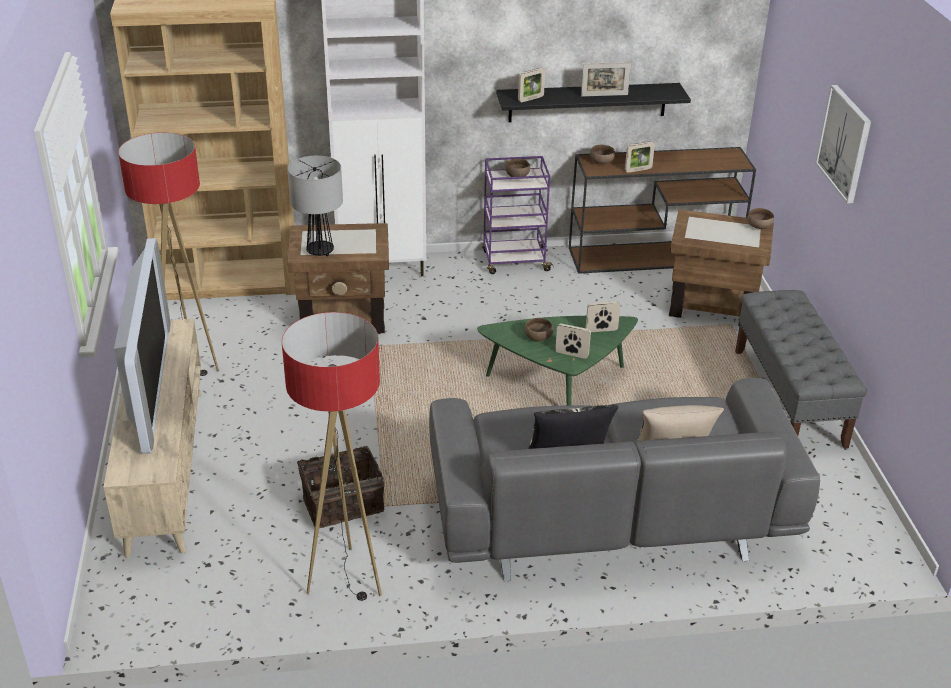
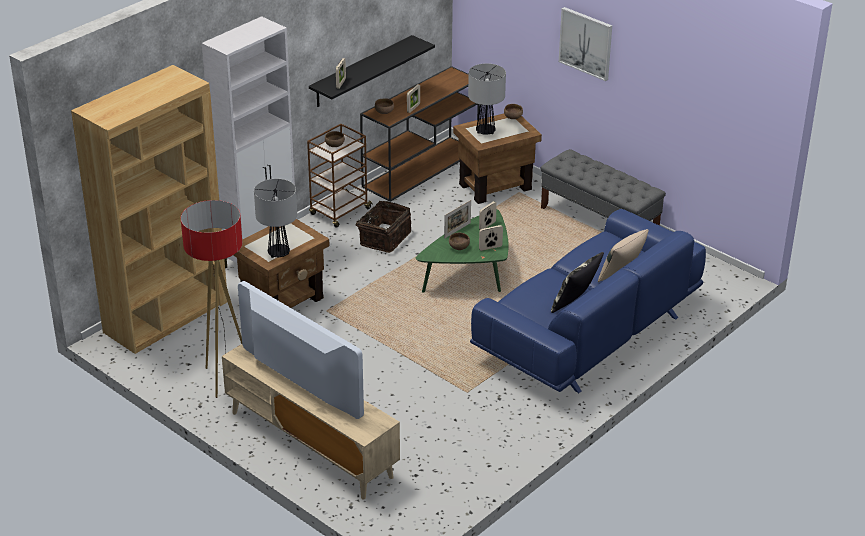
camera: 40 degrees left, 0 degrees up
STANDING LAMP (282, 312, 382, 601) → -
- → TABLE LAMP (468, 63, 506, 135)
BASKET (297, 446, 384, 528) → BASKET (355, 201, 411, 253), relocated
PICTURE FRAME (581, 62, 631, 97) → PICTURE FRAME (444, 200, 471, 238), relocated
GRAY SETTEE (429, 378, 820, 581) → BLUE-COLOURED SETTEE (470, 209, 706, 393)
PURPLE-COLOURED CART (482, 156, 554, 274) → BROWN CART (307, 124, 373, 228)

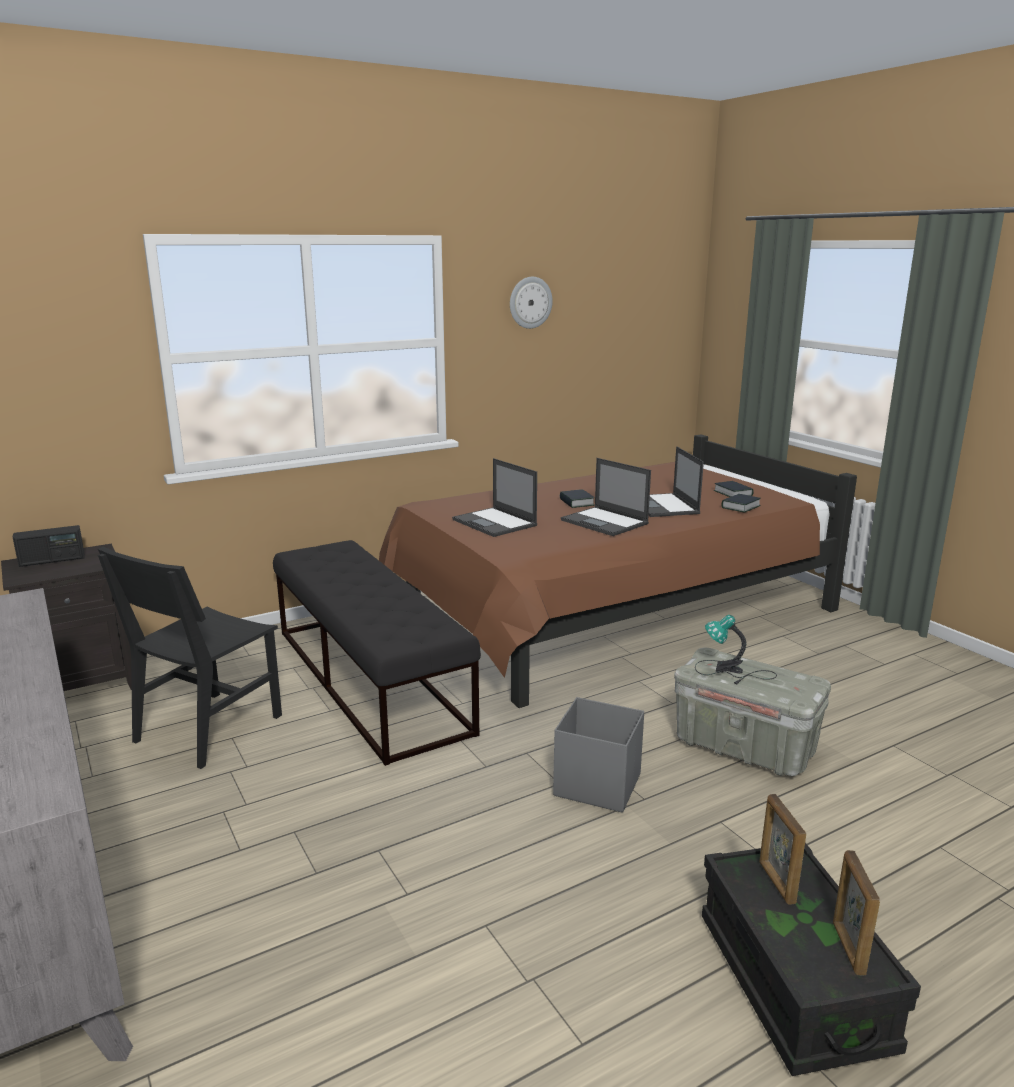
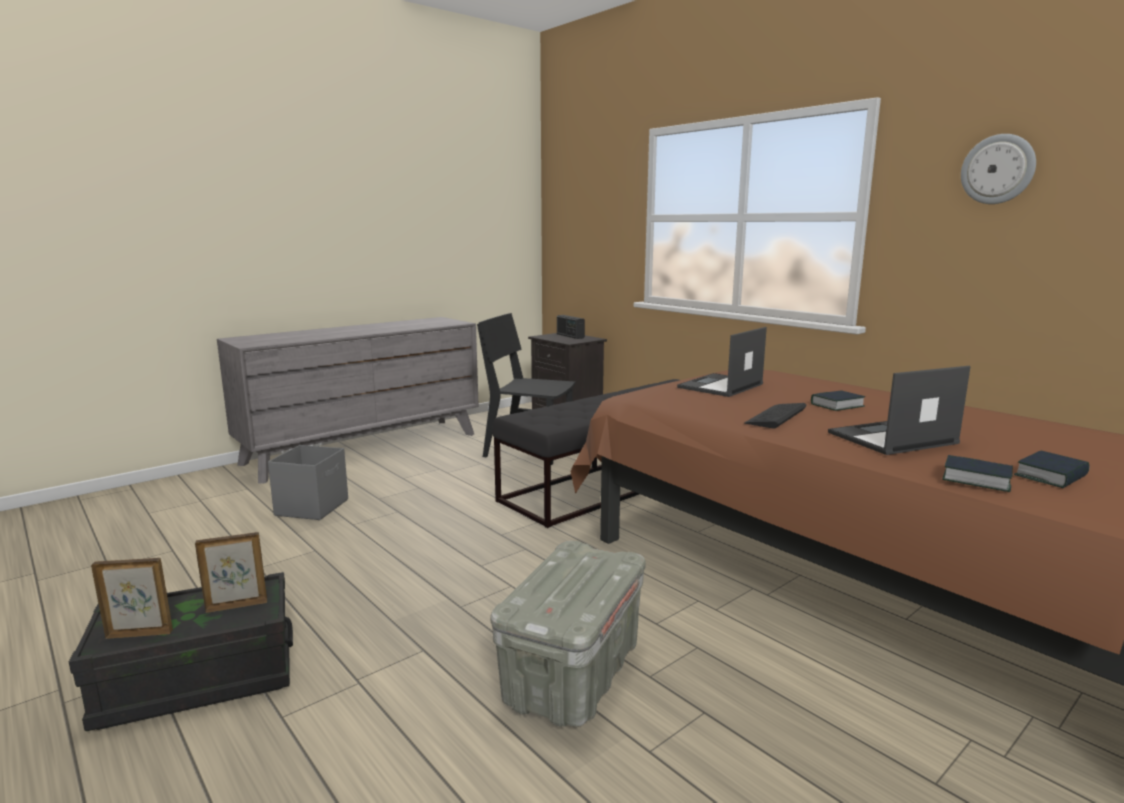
camera: 80 degrees right, 5 degrees down
TABLE LAMP (695, 615, 777, 685) → -
GRAY STORAGE BIN (553, 697, 644, 813) → GRAY STORAGE BIN (268, 445, 348, 520), relocated
NOTEBOOK COMPUTER (561, 458, 651, 536) → PC KEYBOARD (744, 403, 807, 429)

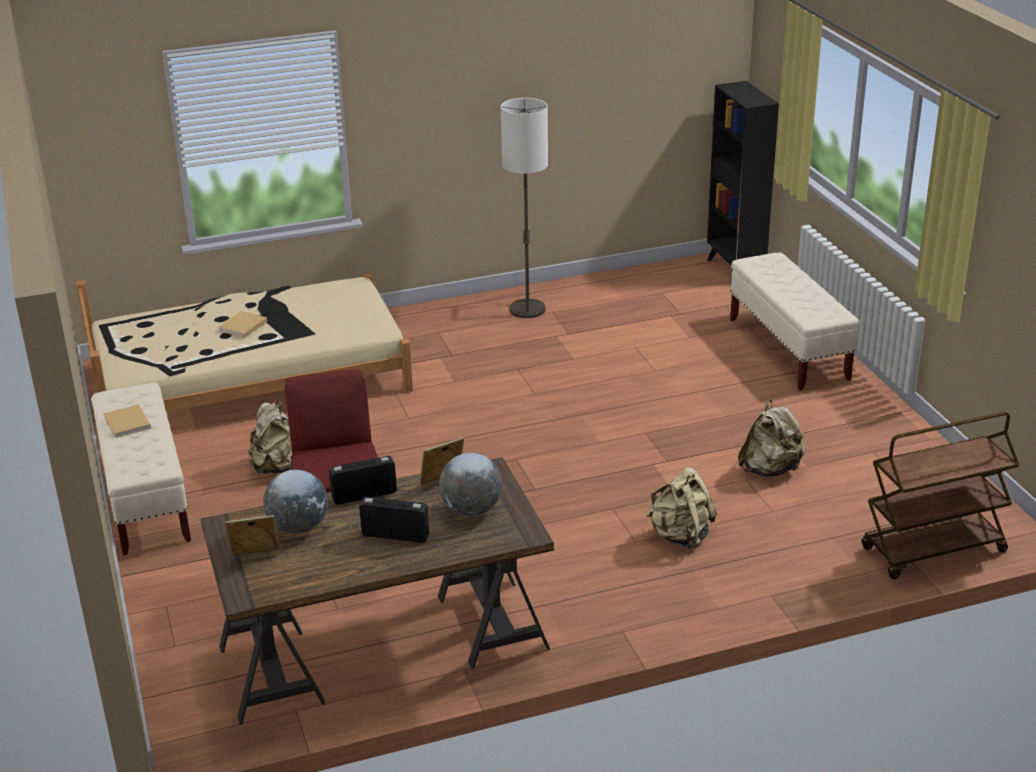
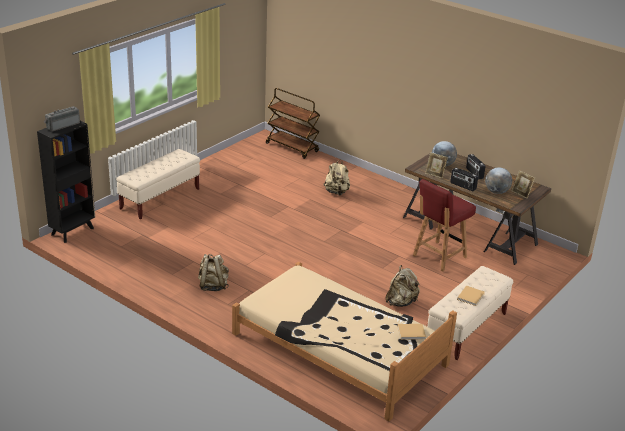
camera: 125 degrees left, 0 degrees up
STANDING LAMP (501, 98, 548, 318) → -
- → RADIO SET (44, 106, 80, 132)
SAND-COLOURED BOOK (218, 311, 267, 338) → SAND-COLOURED BOOK (397, 324, 426, 340), relocated
SAND-COLOURED BACKPACK (738, 399, 806, 477) → SAND-COLOURED BACKPACK (198, 254, 229, 291), relocated

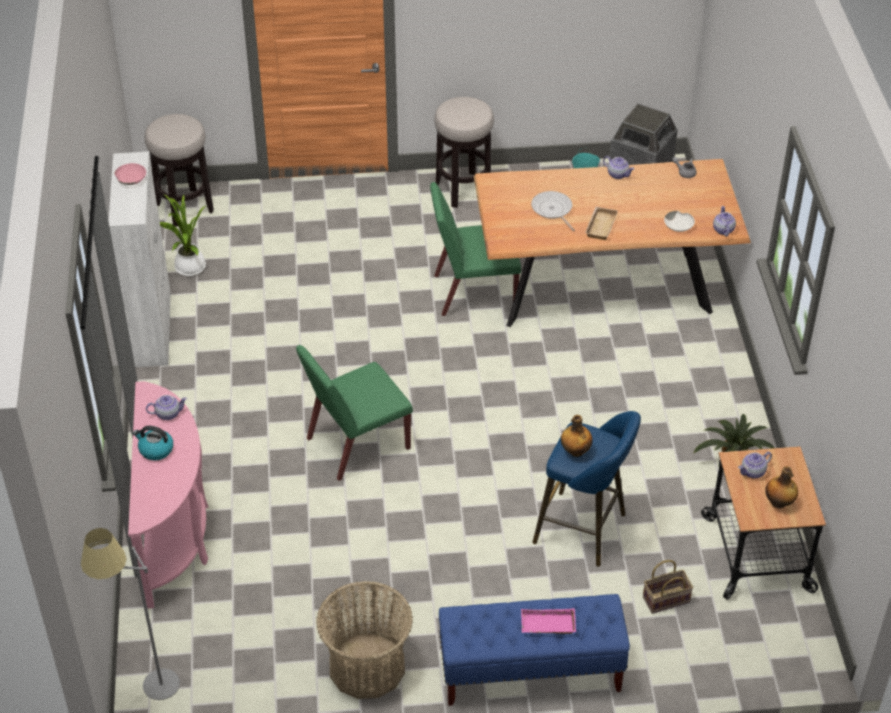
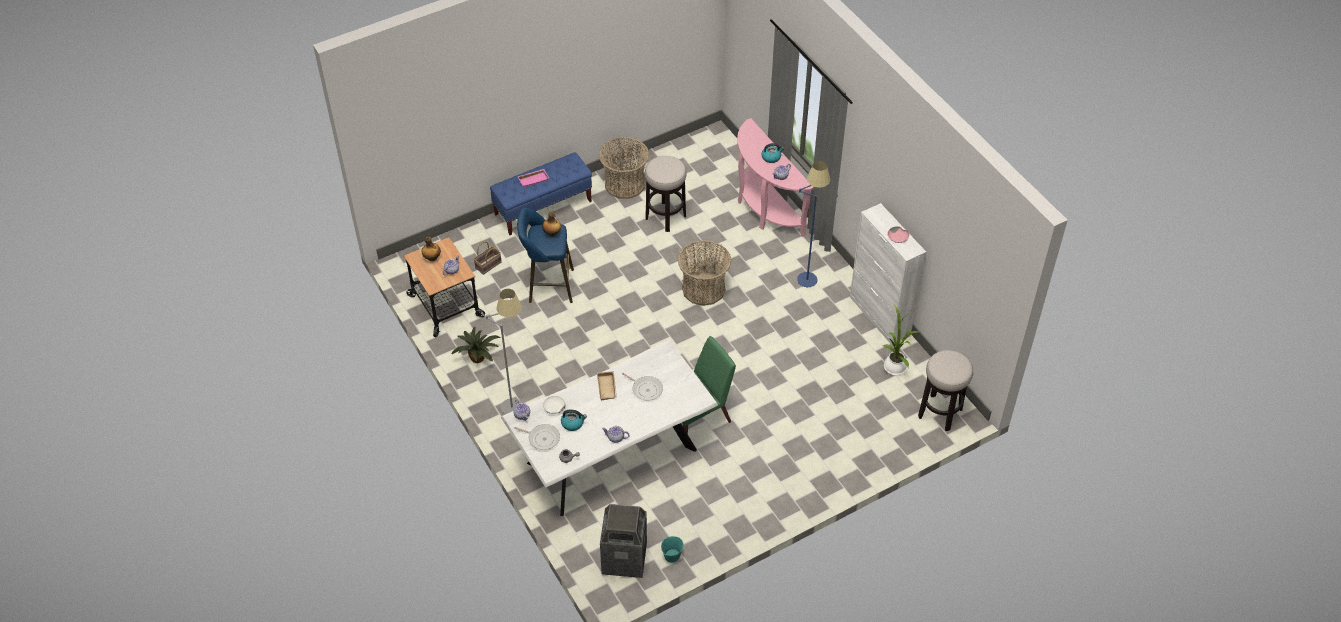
camera: 155 degrees right, 5 degrees up
- → FRYING PAN (514, 424, 560, 450)
- → WATER KETTLE (561, 409, 587, 431)
- → BLUE-COLOURED STANDING LAMP (797, 161, 831, 287)
GRAY STANDING LAMP (81, 528, 180, 700) → GRAY STANDING LAMP (486, 289, 522, 414), relocated
STOOL (434, 97, 494, 208) → STOOL (645, 156, 687, 232), relocated
GREENISH CHAIR (296, 345, 413, 481) → BASKET (678, 240, 731, 306)
BROWN KITCHEN TABLE (474, 159, 751, 327) → WHITISH KITCHEN TABLE (501, 340, 718, 516)

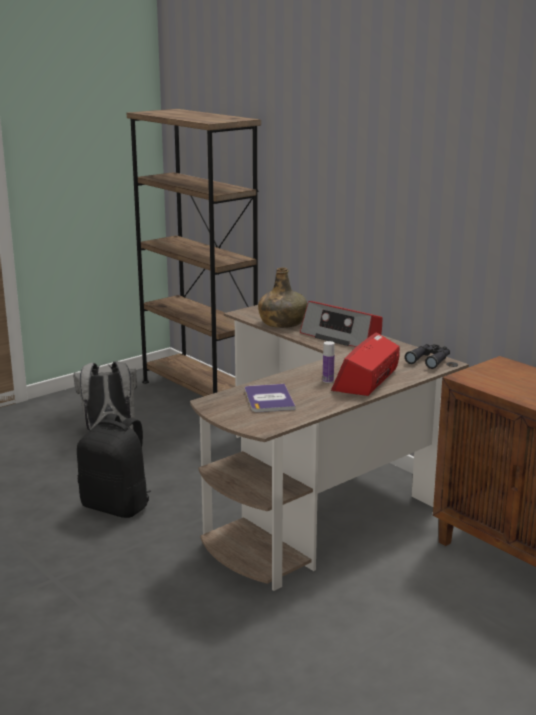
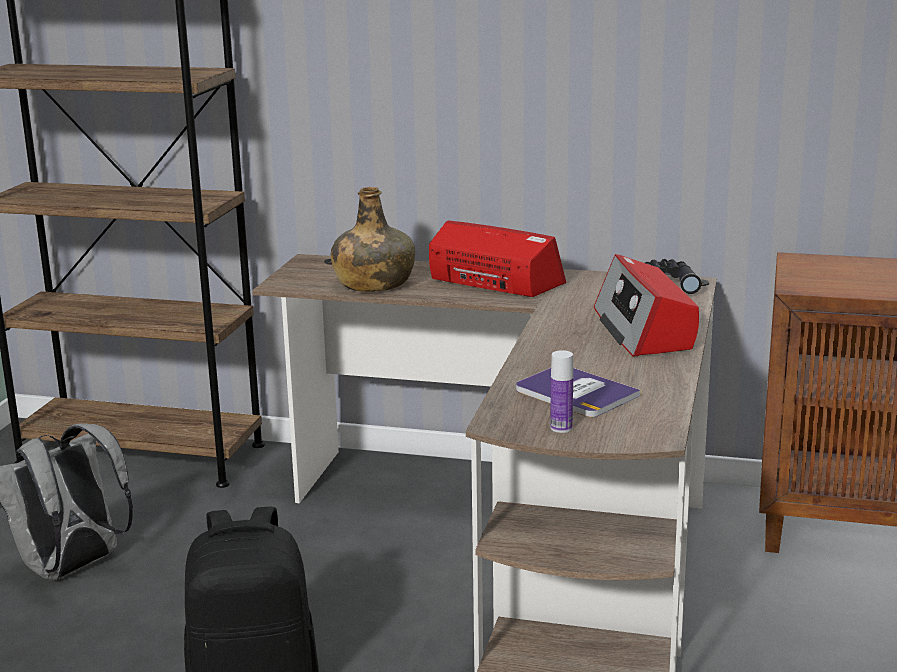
camera: 35 degrees left, 0 degrees up
BOTTLE (323, 341, 334, 383) → BOTTLE (550, 350, 573, 433), relocated
RADIO SET (300, 301, 382, 347) → RADIO SET (429, 221, 566, 297), 150 degrees counterclockwise

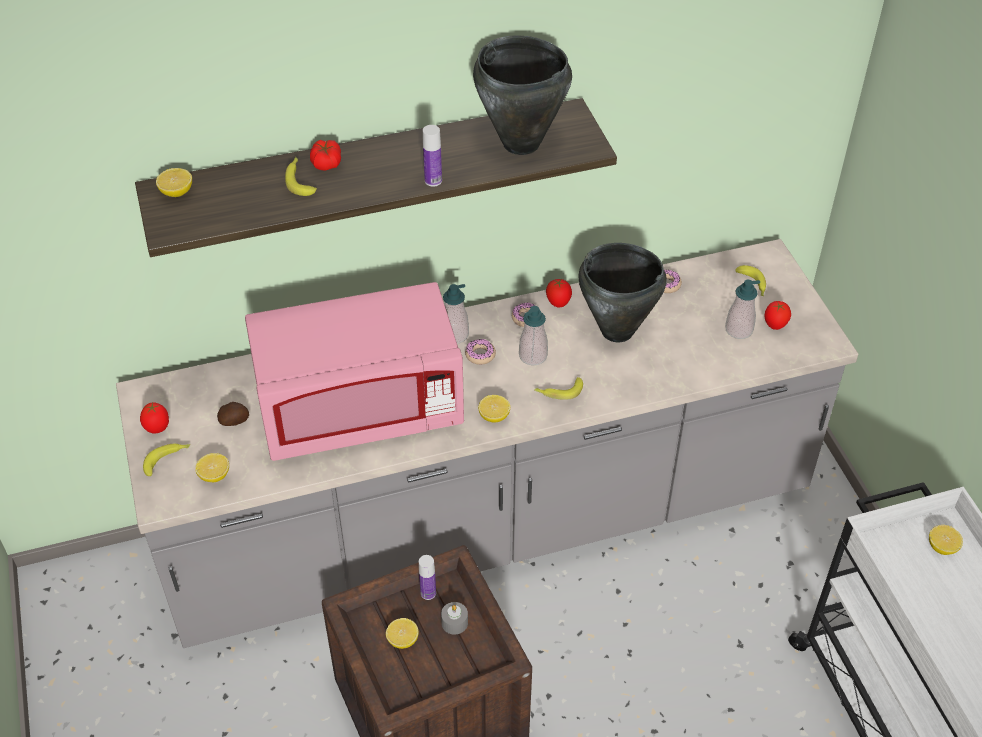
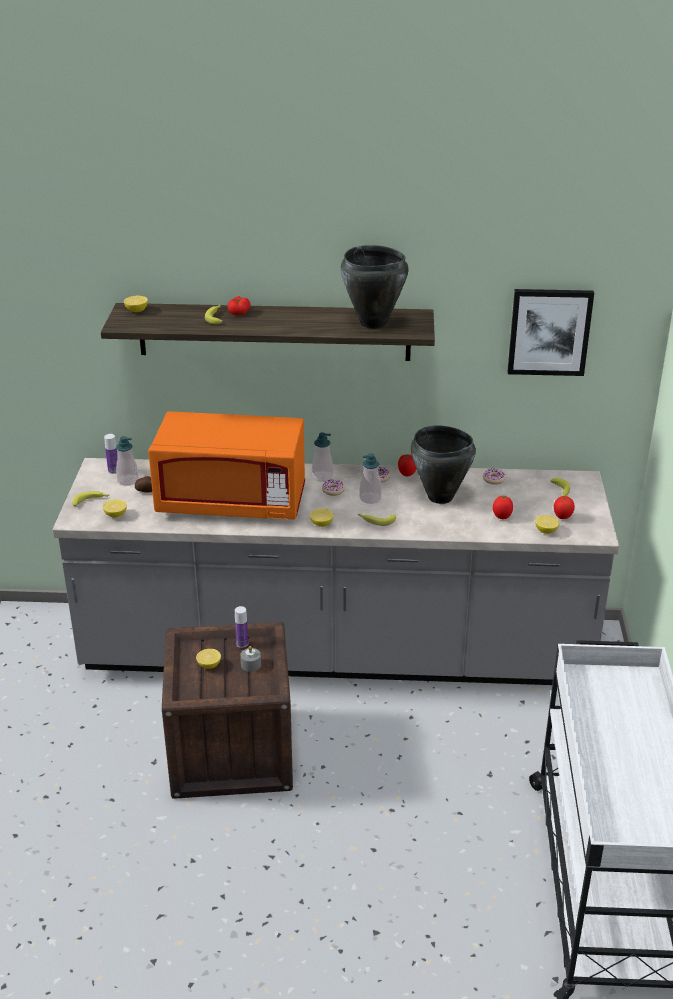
camera: 20 degrees right, 15 degrees down
- → WALL ART (507, 289, 594, 376)
TOMATO (140, 403, 169, 434) → TOMATO (493, 495, 513, 519), relocated
BOTTLE (423, 125, 442, 187) → BOTTLE (104, 434, 118, 474), relocated
SOAP DISPENSER (725, 280, 760, 339) → SOAP DISPENSER (116, 436, 139, 486), relocated
LEMON (929, 525, 963, 555) → LEMON (535, 515, 560, 534), relocated
PINKISH MICROWAVE (245, 282, 464, 461) → ORANGE MICROWAVE (148, 411, 305, 520)

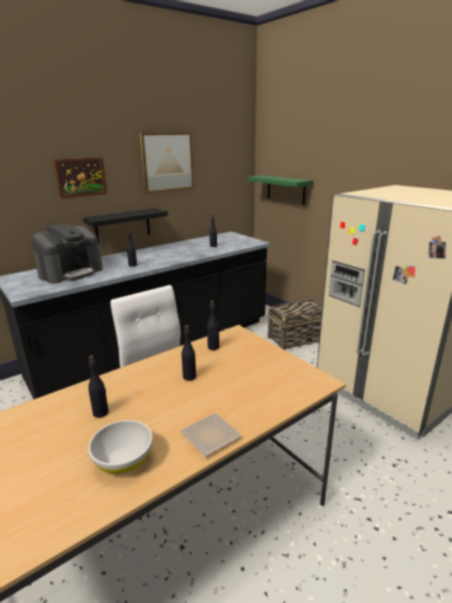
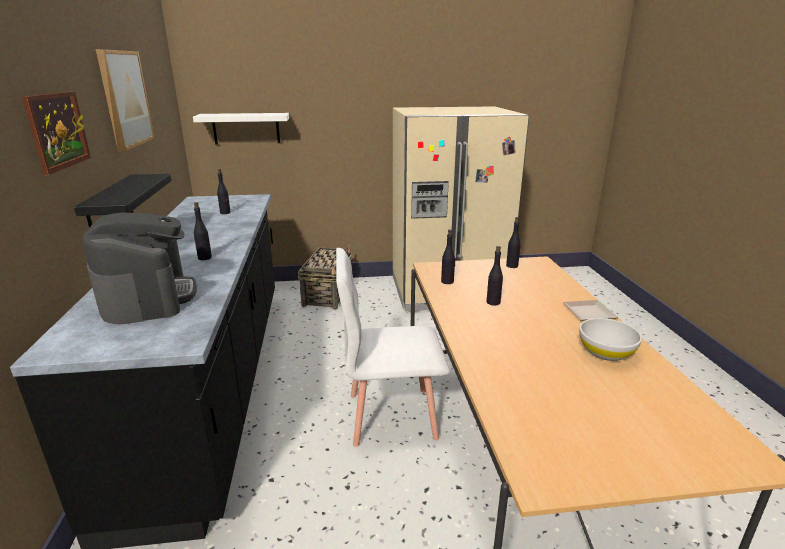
camera: 60 degrees left, 0 degrees up
BLACK BOTTLE (88, 355, 109, 418) → BLACK BOTTLE (506, 217, 521, 268), relocated
GREENISH WALL SHELF (247, 175, 313, 205) → WHITISH WALL SHELF (193, 113, 289, 145)

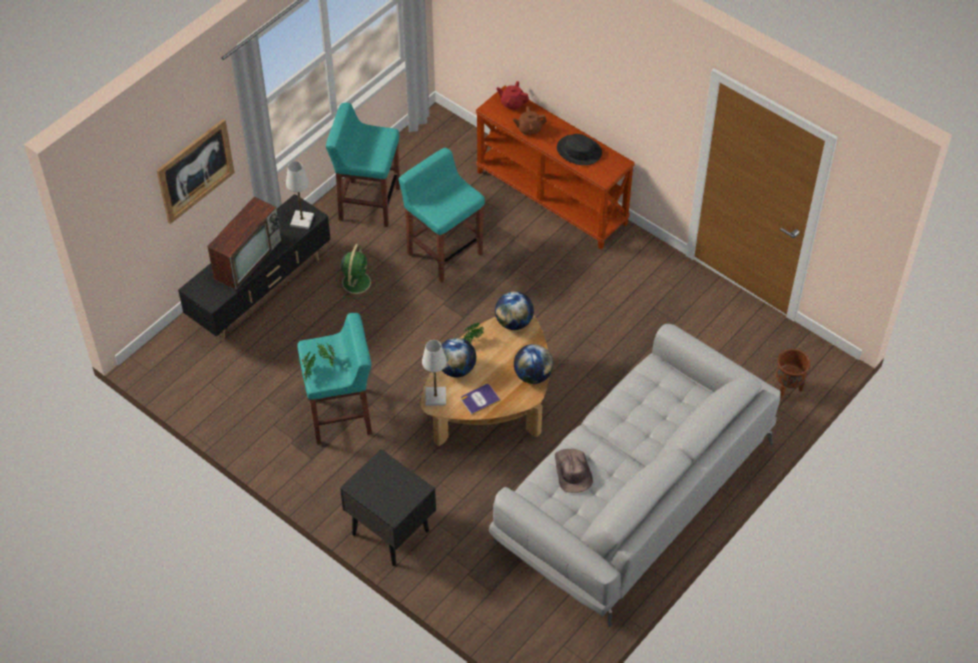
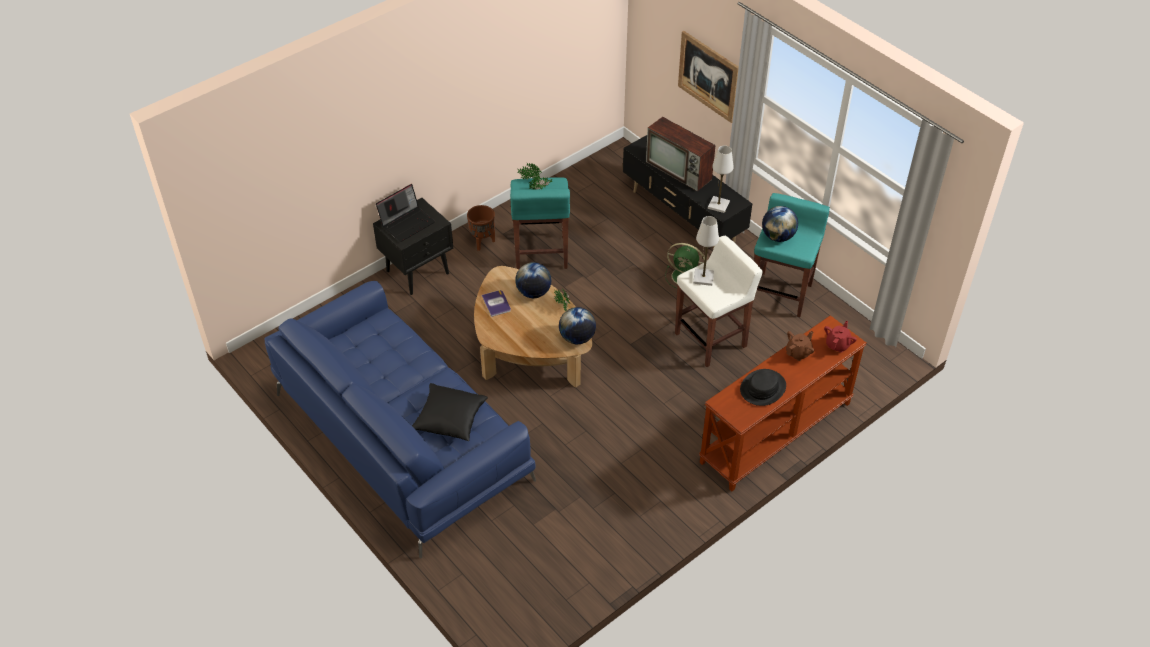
camera: 100 degrees right, 5 degrees down
BROWN HAT (555, 449, 593, 493) → -
- → NOTEBOOK COMPUTER (376, 184, 435, 242)
- → BLACK CUSHION (412, 383, 488, 441)
WHITISH TABLE LAMP (422, 340, 447, 406) → WHITISH TABLE LAMP (693, 216, 719, 286), relocated
GLOBE (514, 344, 554, 384) → GLOBE (762, 206, 798, 242), relocated
BROWN FLOWER POT (776, 349, 810, 398) → BROWN FLOWER POT (467, 205, 495, 251), relocated
TURQUOISE-COLOURED STOOL (398, 148, 485, 283) → WHITISH STOOL (675, 236, 763, 367)
GRAY SETTEE (489, 324, 781, 627) → BLUE-COLOURED SETTEE (265, 281, 536, 559)
BROWN TEA POT (513, 106, 547, 135) → BROWN TEA POT (786, 331, 814, 361), 45 degrees clockwise

